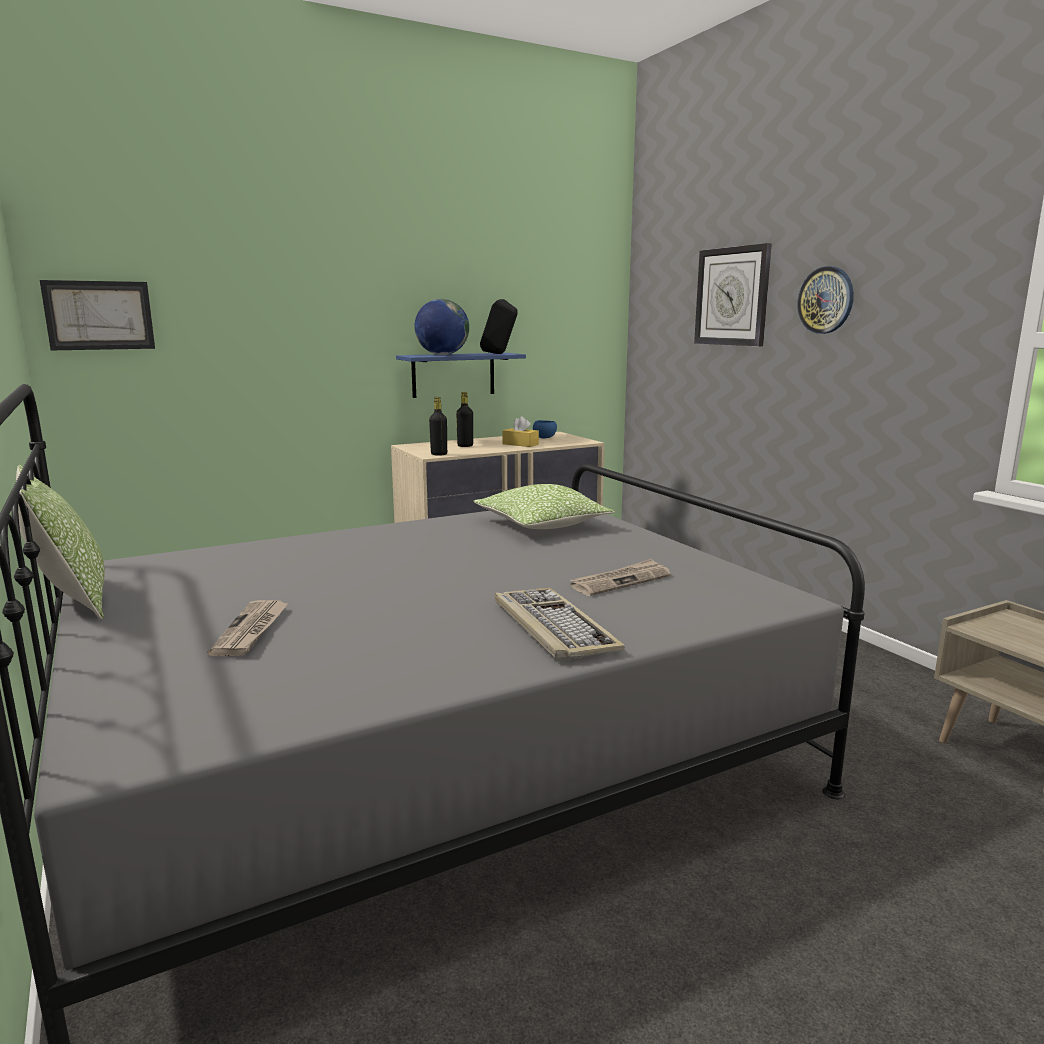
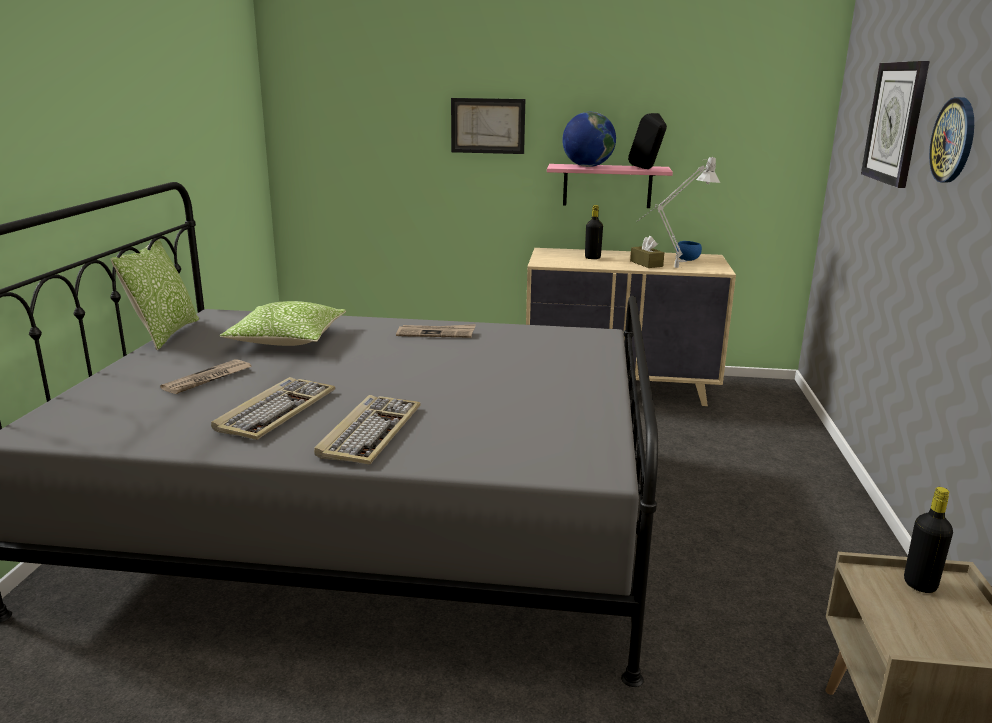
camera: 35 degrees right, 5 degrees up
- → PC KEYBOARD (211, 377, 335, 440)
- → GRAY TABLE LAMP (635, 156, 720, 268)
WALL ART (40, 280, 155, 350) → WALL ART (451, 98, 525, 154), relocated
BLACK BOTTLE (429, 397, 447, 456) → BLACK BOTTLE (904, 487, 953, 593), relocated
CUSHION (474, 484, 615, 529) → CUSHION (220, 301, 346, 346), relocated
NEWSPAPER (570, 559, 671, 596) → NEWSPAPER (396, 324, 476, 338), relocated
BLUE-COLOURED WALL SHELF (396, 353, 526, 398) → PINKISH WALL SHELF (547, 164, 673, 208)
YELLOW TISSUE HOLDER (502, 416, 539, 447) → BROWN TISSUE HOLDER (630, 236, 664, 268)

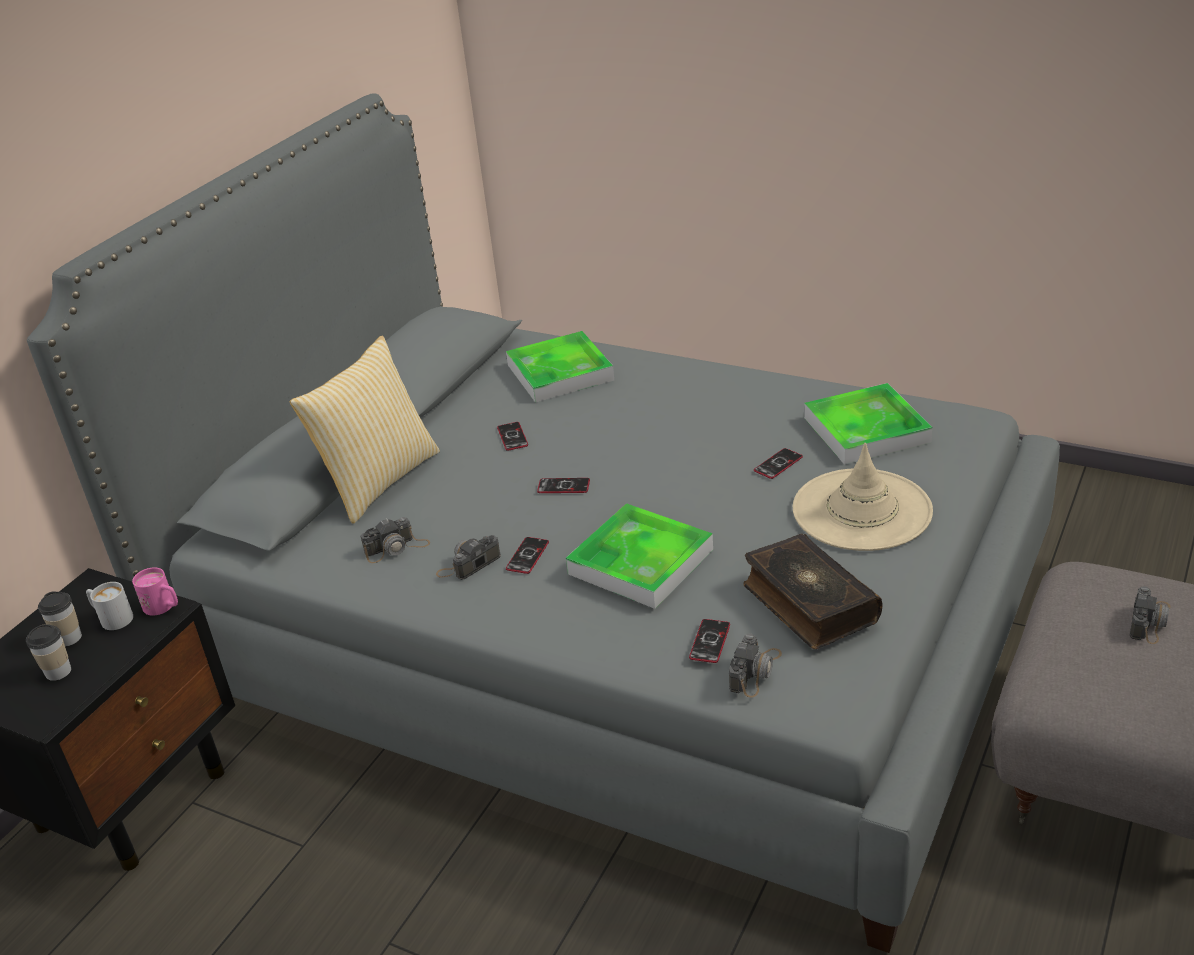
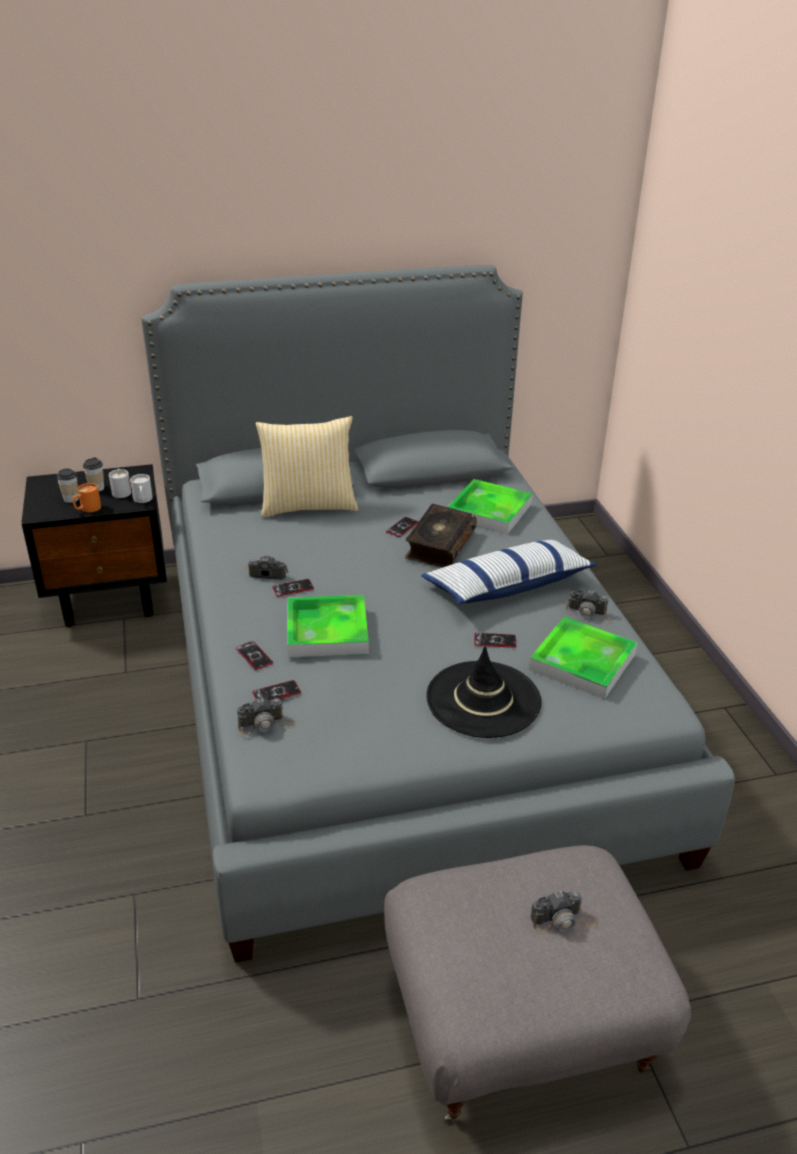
camera: 45 degrees right, 0 degrees up
- → ORANGE MUG (73, 483, 101, 512)
- → CUSHION (421, 540, 597, 604)
PHOTO CAMERA (361, 517, 430, 563) → PHOTO CAMERA (566, 589, 613, 625), relocated
HANDSET (537, 478, 590, 493) → HANDSET (236, 641, 273, 670), relocated
BOOK (743, 534, 883, 649) → BOOK (405, 504, 477, 568), relocated
PINKISH MUG (132, 567, 178, 616) → WHITISH MUG (130, 474, 153, 503)
SAND-COLOURED HAT (793, 443, 933, 551) → BLACK HAT (426, 646, 541, 738)

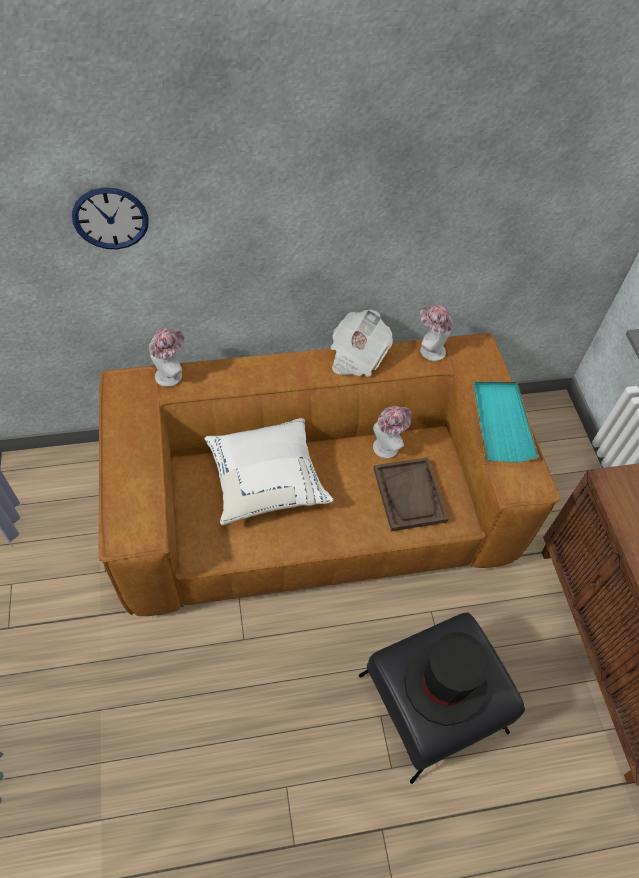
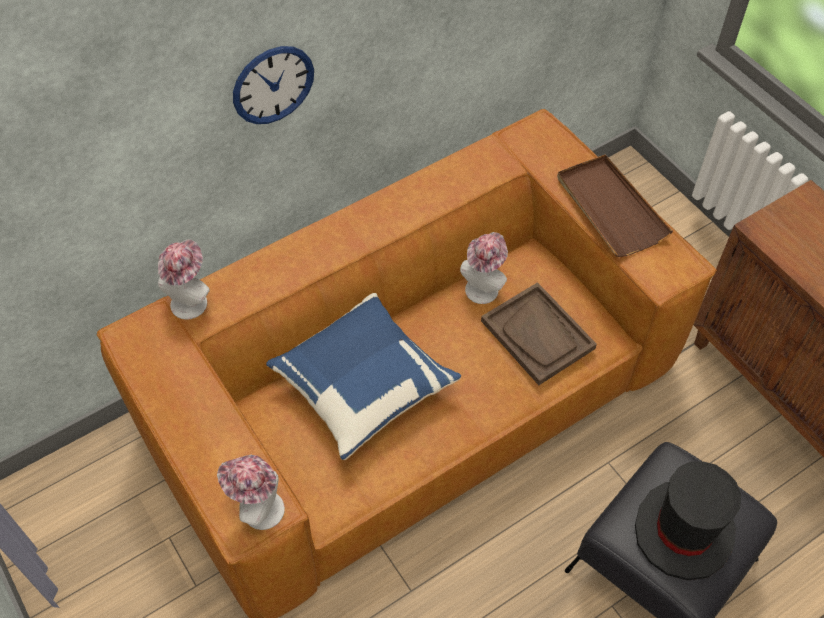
camera: 20 degrees left, 0 degrees up
NEWSPAPER (330, 309, 393, 377) → -
CLOCK ON THE WALL (72, 187, 148, 249) → CLOCK ON THE WALL (233, 46, 314, 124), relocated
HAT (420, 304, 453, 361) → HAT (217, 455, 285, 530), relocated
WHITISH CUSHION (205, 418, 334, 525) → BLUE-COLOURED CUSHION (266, 293, 461, 460)
TURQUOISE-COLOURED TRAY (473, 381, 539, 462) → BROWN TRAY (557, 154, 673, 257)

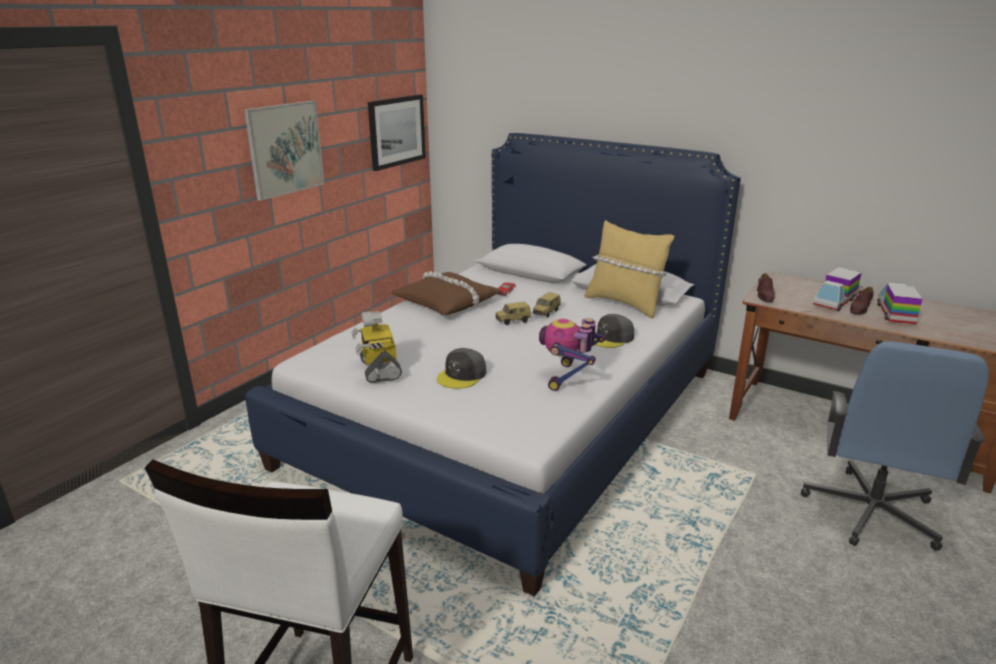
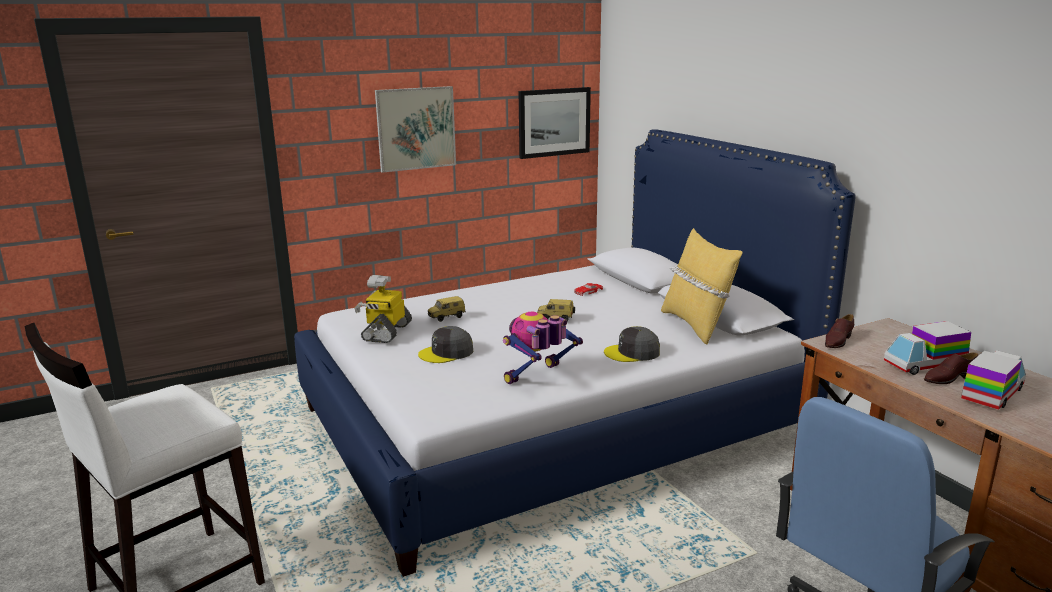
camera: 30 degrees right, 5 degrees down
BROWN CUSHION (390, 271, 502, 315) → -
TOY CAR (533, 292, 561, 318) → TOY CAR (428, 296, 466, 322), relocated

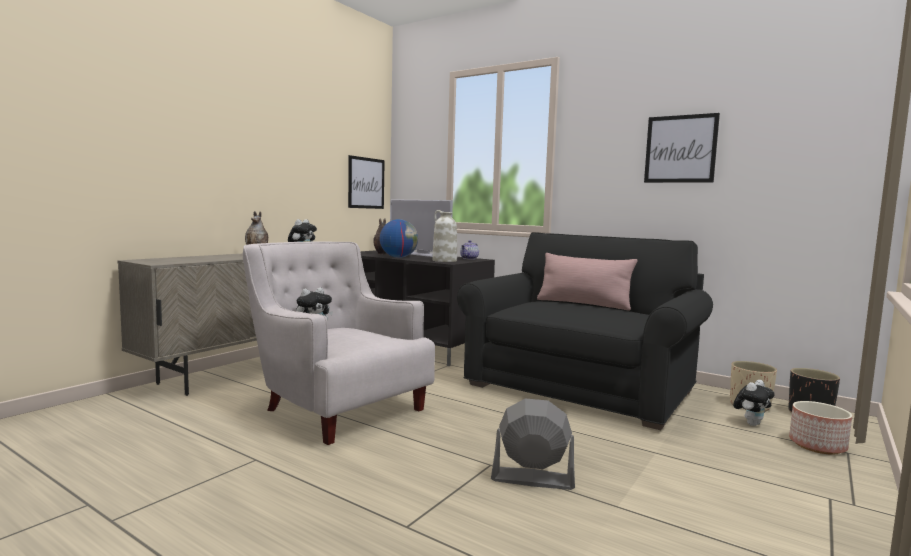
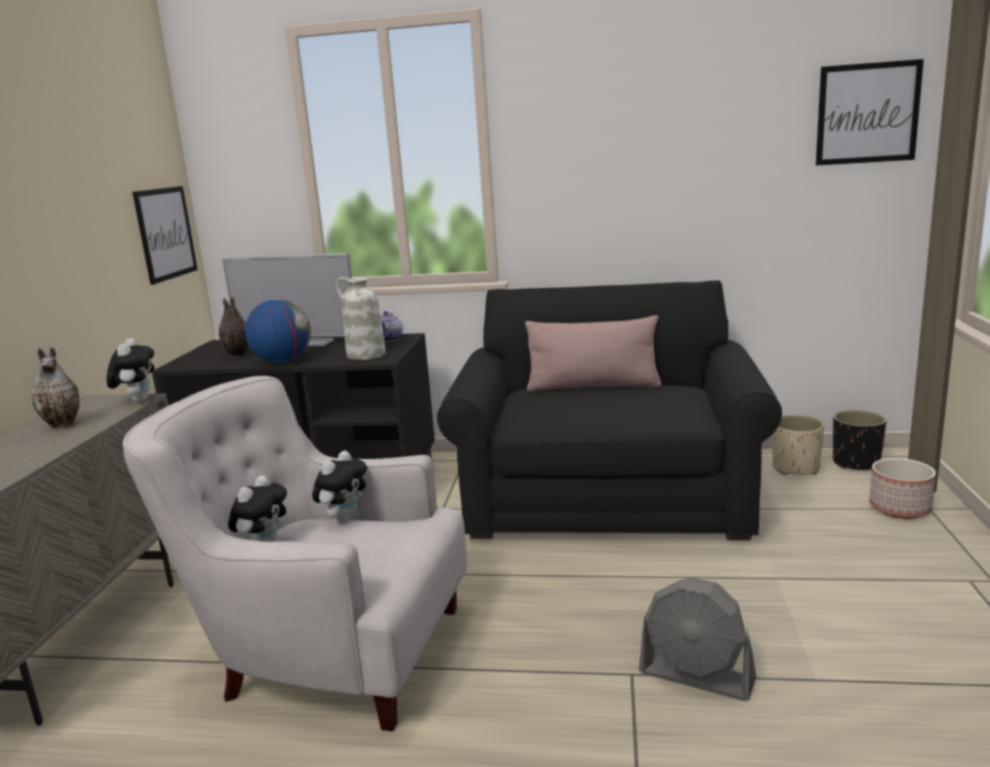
camera: 25 degrees left, 10 degrees up
WALL ART (644, 113, 720, 183) → WALL ART (816, 59, 924, 166), relocated
PLUSH TOY (733, 380, 775, 426) → PLUSH TOY (312, 451, 367, 523), relocated
GRAY FAN (491, 398, 575, 490) → GRAY FAN (639, 577, 756, 701), 135 degrees counterclockwise

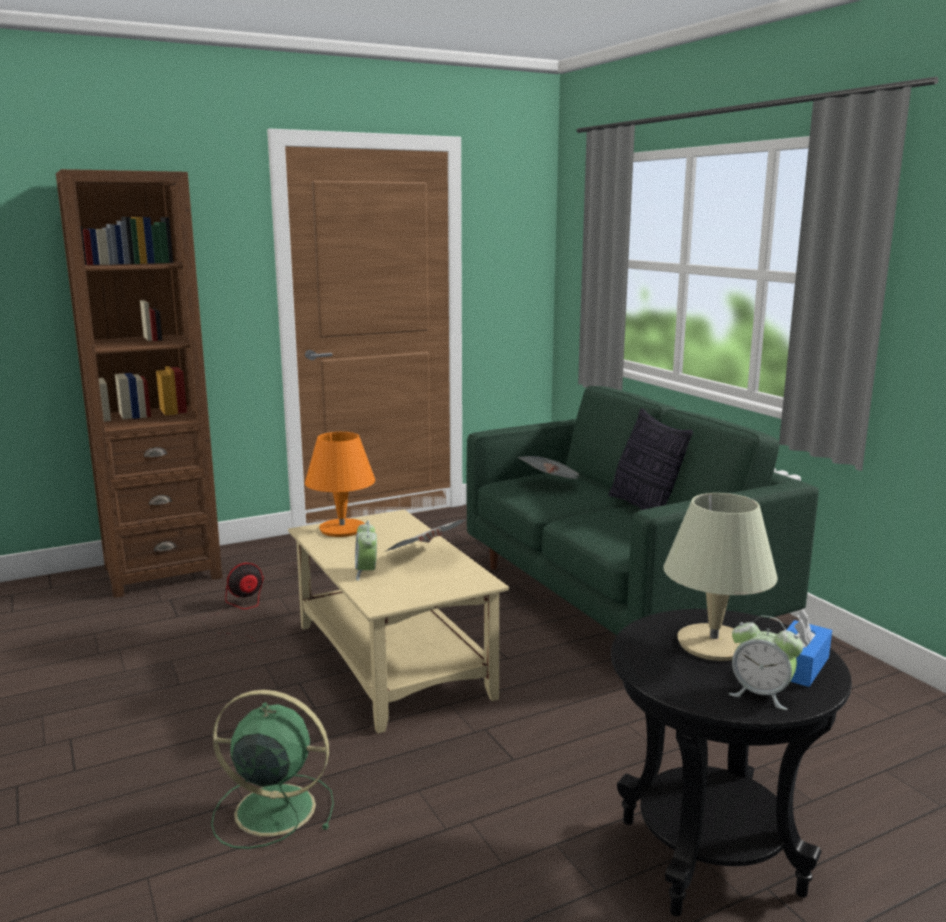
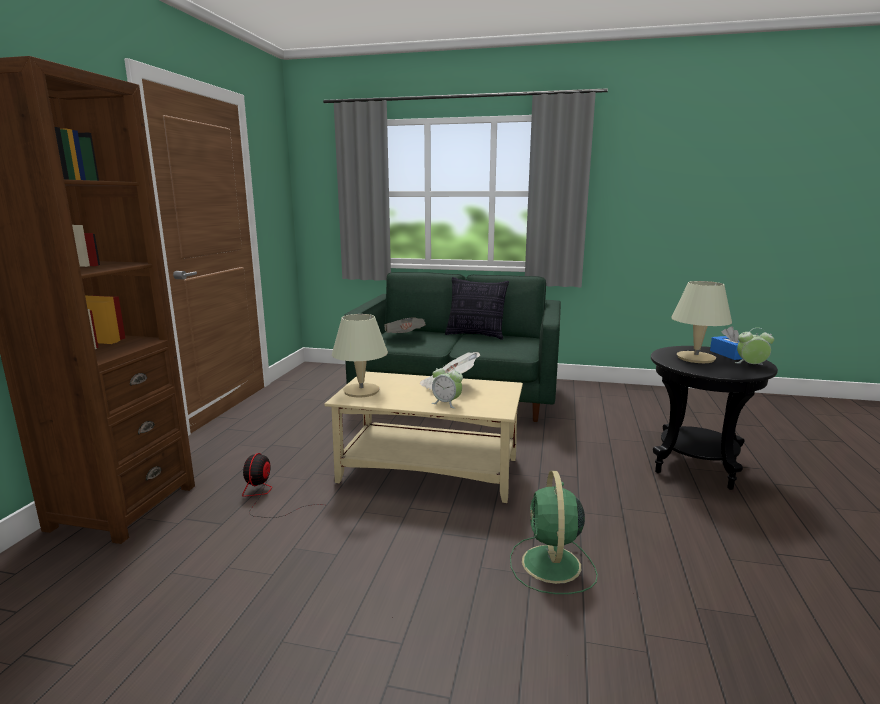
camera: 50 degrees left, 0 degrees up
ORANGE TABLE LAMP (305, 432, 375, 537) → SAND-COLOURED TABLE LAMP (332, 314, 388, 397)
GREENISH FAN (211, 690, 334, 849) → GREENISH FAN (510, 471, 598, 594), 45 degrees counterclockwise
TABLE CLOCK (728, 616, 803, 710) → TABLE CLOCK (735, 328, 774, 365), 150 degrees counterclockwise

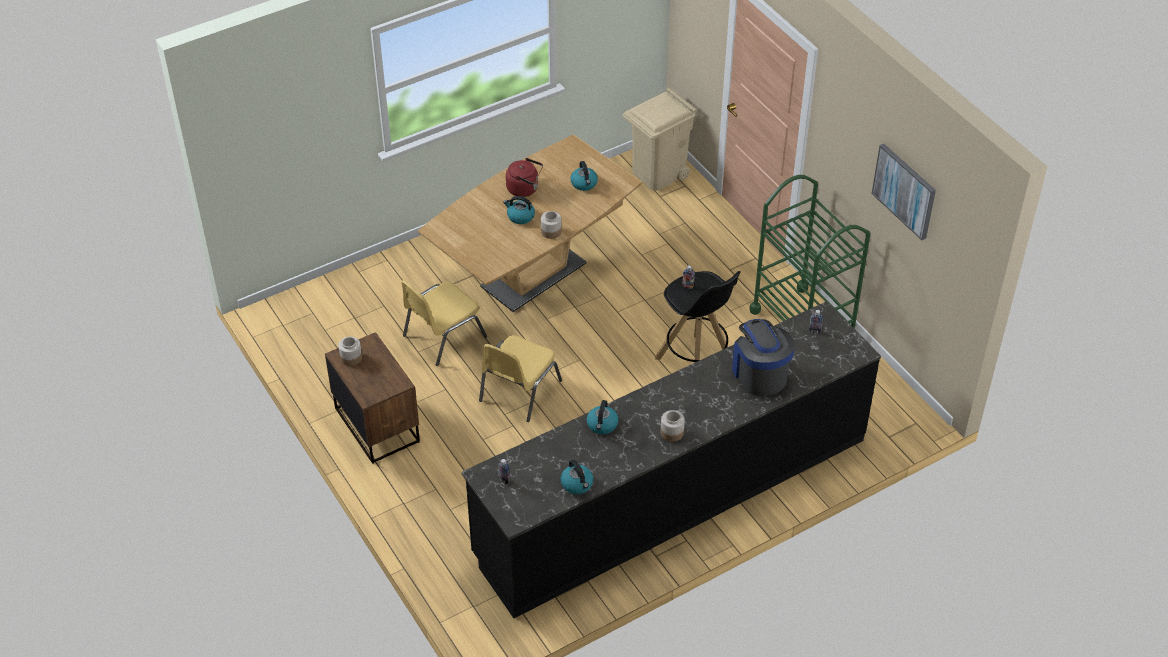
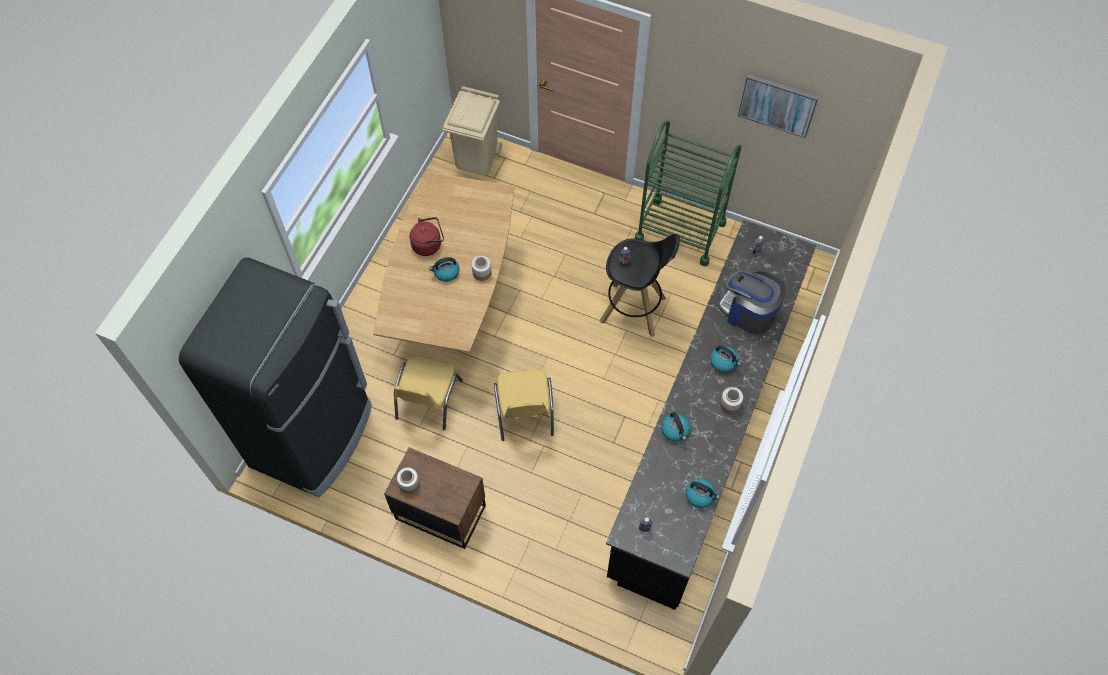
camera: 35 degrees left, 15 degrees up
- → BLACK FRIDGE (179, 257, 372, 498)
WATER KETTLE (570, 161, 598, 191) → WATER KETTLE (710, 345, 741, 372), relocated

